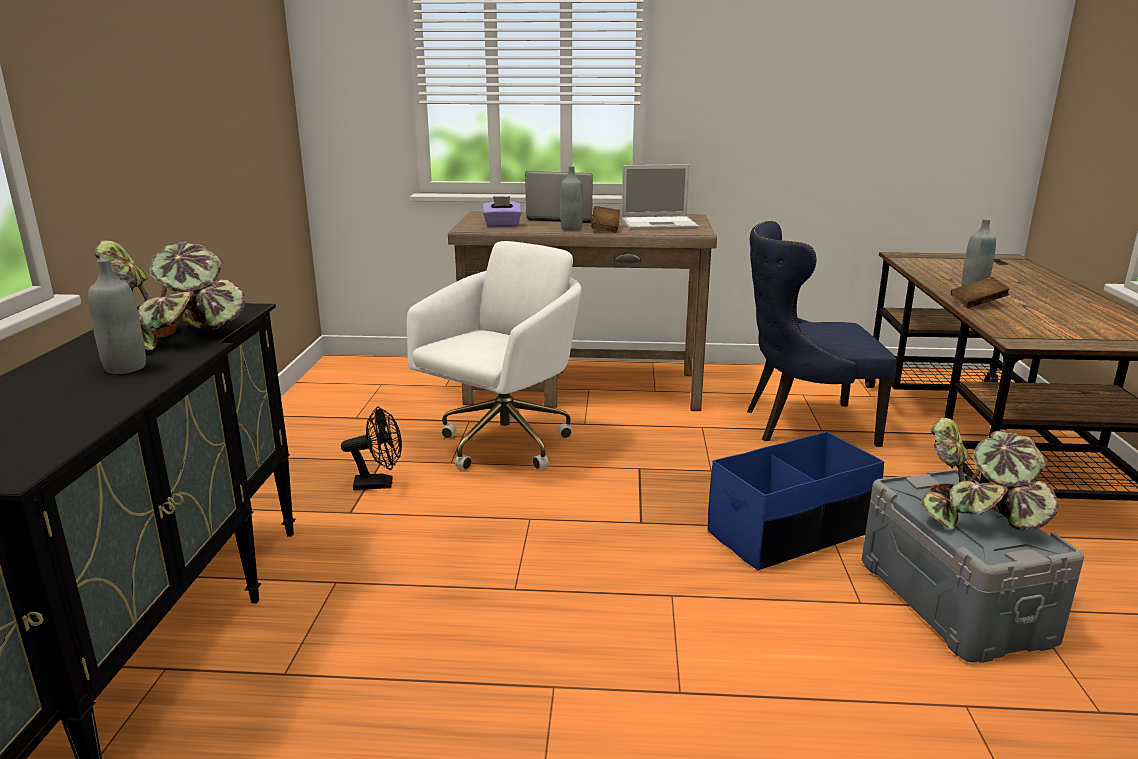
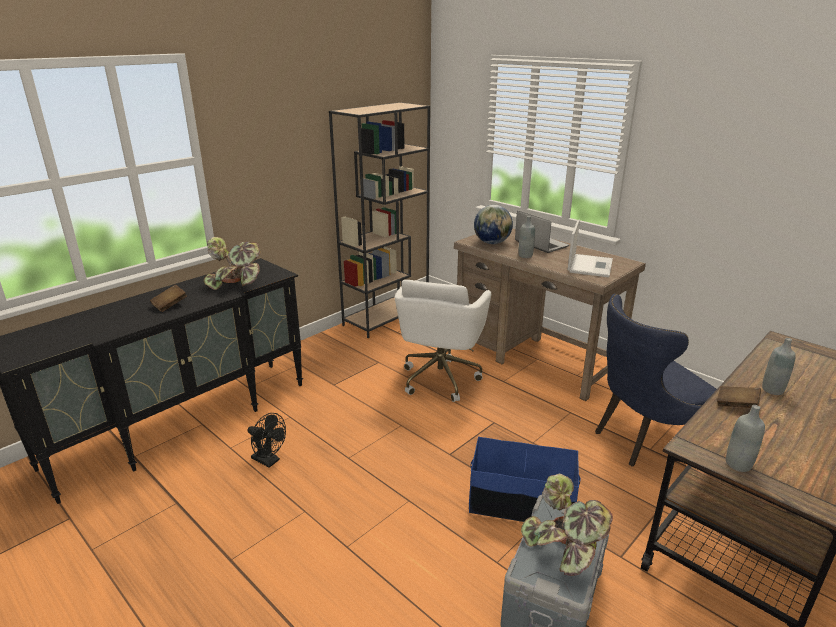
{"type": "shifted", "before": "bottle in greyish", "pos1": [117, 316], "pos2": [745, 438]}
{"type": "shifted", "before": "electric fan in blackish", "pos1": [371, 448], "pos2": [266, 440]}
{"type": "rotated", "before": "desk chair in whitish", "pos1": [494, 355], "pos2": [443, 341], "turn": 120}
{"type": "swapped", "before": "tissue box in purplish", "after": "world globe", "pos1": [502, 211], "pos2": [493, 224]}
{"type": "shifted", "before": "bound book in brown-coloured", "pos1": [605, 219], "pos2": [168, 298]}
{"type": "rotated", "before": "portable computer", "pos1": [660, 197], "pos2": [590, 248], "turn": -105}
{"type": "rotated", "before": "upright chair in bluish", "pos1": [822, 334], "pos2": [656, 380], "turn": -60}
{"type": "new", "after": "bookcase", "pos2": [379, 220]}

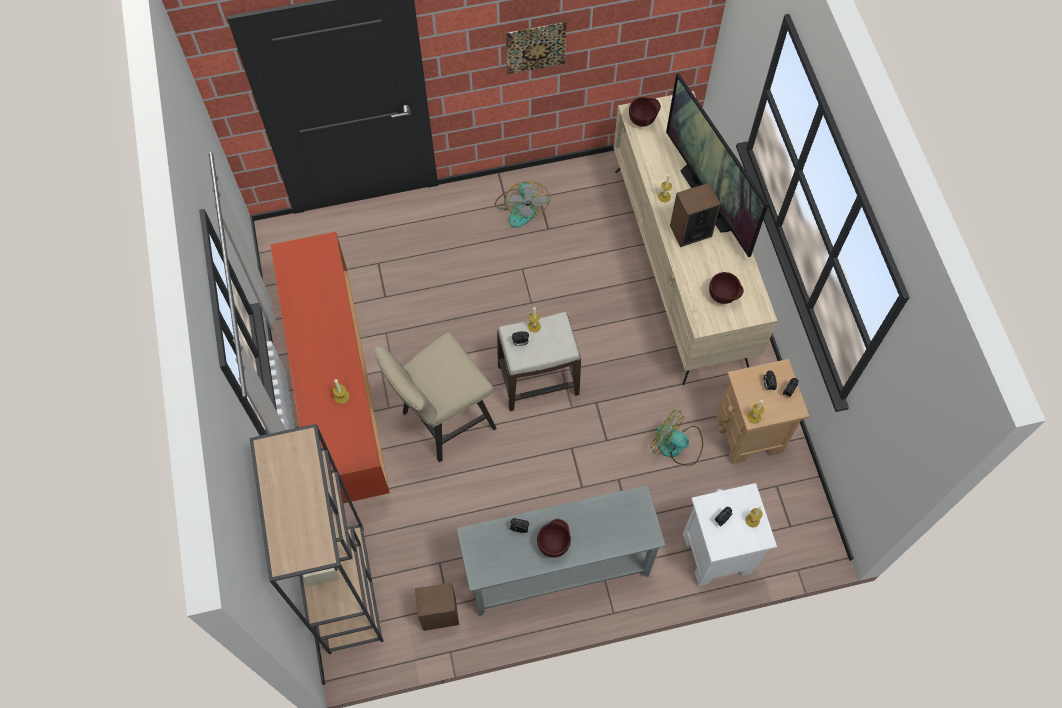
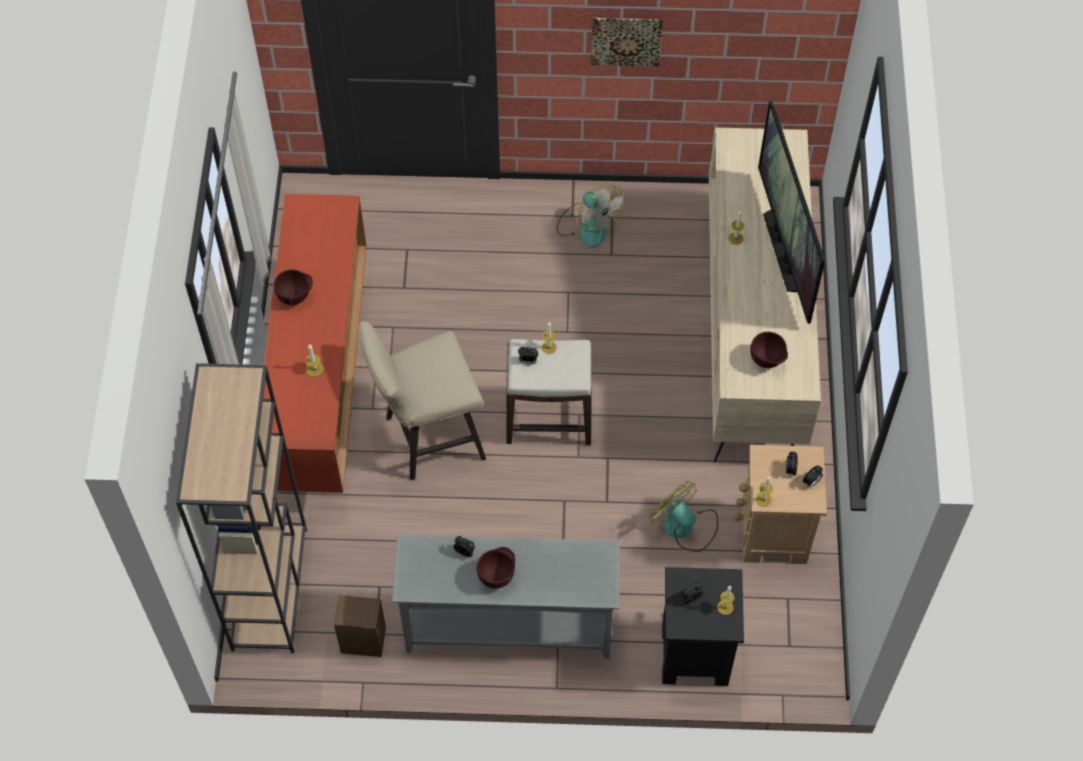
{"type": "rotated", "before": "electric fan", "pos1": [522, 204], "pos2": [590, 216], "turn": -45}
{"type": "shifted", "before": "bowl in brown-coloured", "pos1": [645, 112], "pos2": [293, 287]}
{"type": "gone", "before": "speaker", "pos1": [695, 214]}
{"type": "repainted", "before": "night table in whitish", "after": "night table in blackish", "pos1": [730, 534], "pos2": [703, 626]}

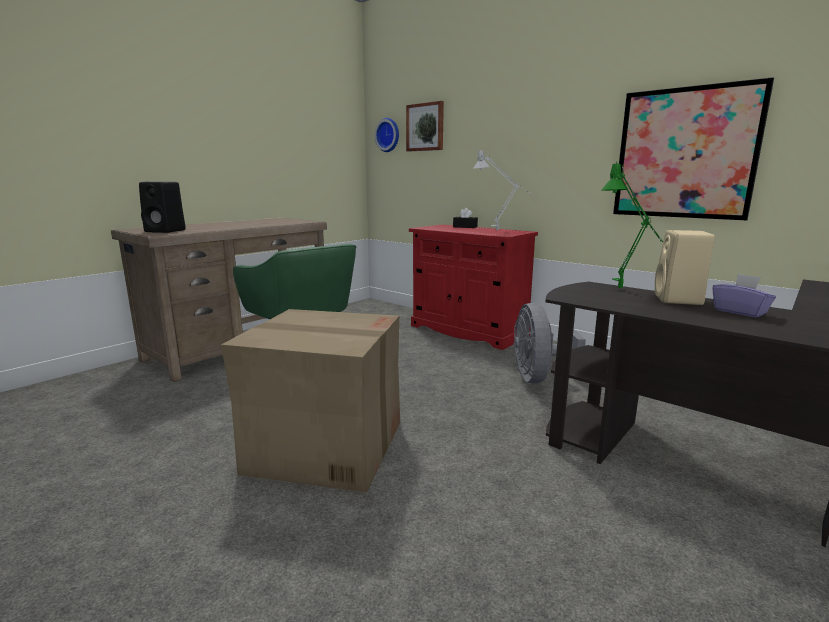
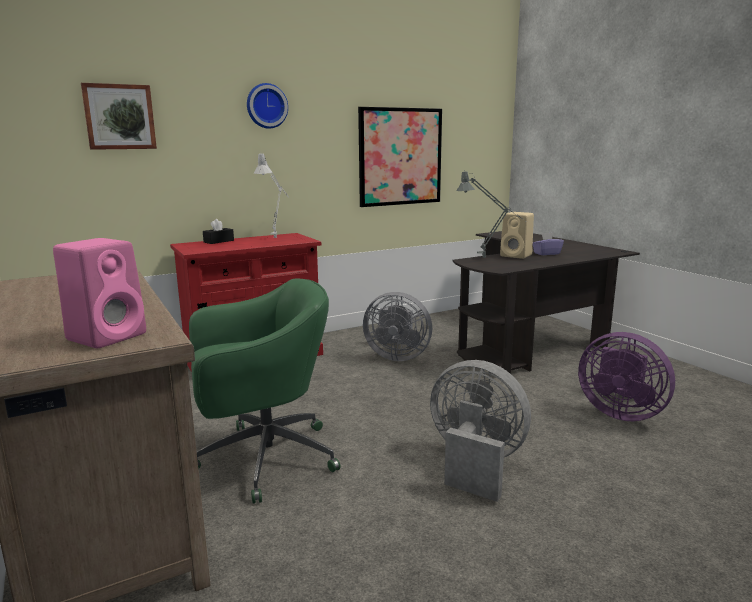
{"type": "repainted", "before": "speaker in blackish", "after": "speaker in pinkish", "pos1": [162, 207], "pos2": [99, 293]}
{"type": "swapped", "before": "carton", "after": "electric fan in greyish", "pos1": [310, 400], "pos2": [480, 431]}
{"type": "shifted", "before": "hanging clock", "pos1": [386, 135], "pos2": [267, 106]}
{"type": "repainted", "before": "tabletop lamp in green-coloured", "after": "tabletop lamp in greyish", "pos1": [632, 225], "pos2": [491, 214]}
{"type": "new", "after": "electric fan in purplish", "pos2": [626, 376]}

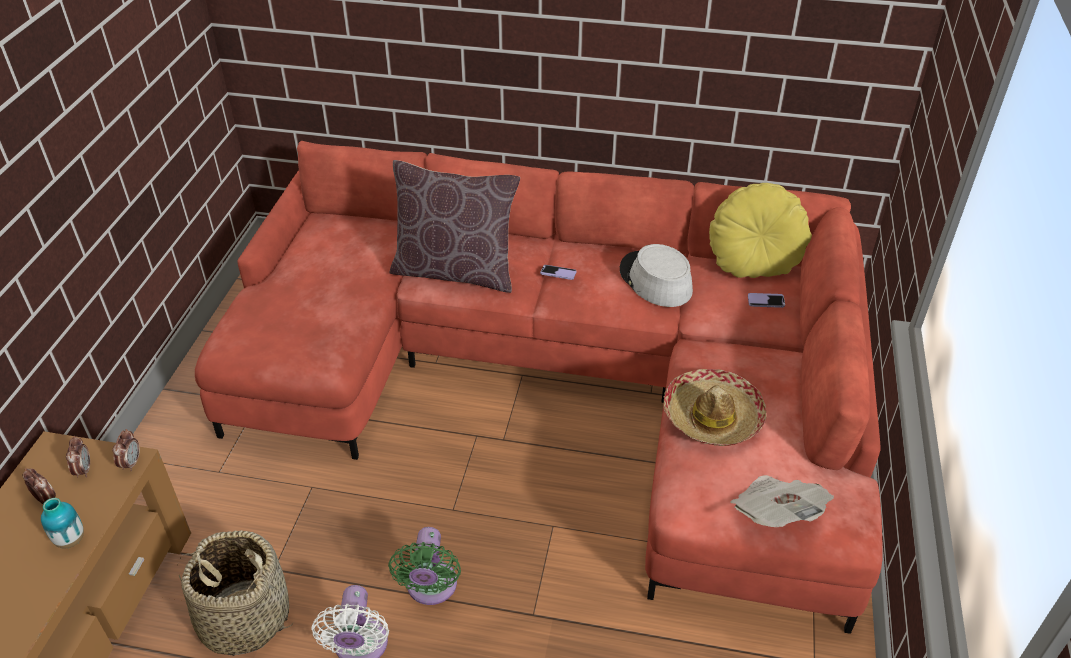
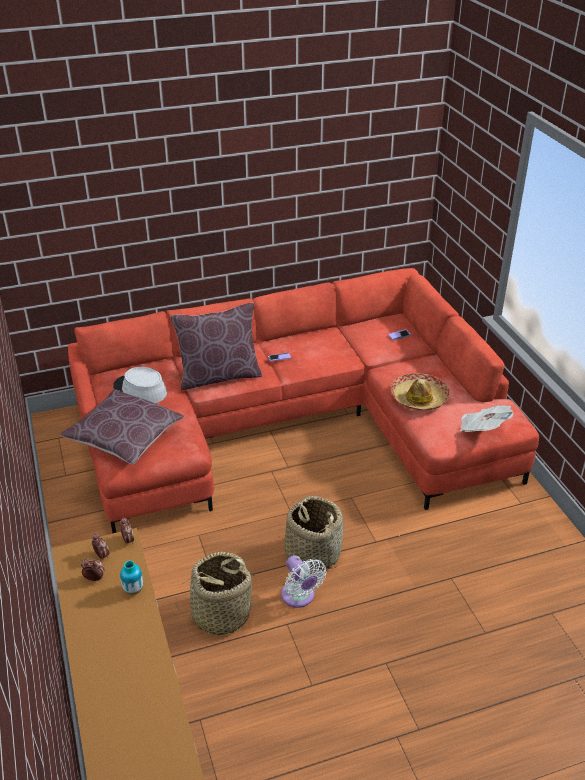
{"type": "swapped", "before": "electric fan in green-coloured", "after": "storage basket", "pos1": [424, 566], "pos2": [313, 534]}
{"type": "shifted", "before": "wearable hat in greyish", "pos1": [656, 275], "pos2": [140, 385]}
{"type": "gone", "before": "cushion in yellow-coloured", "pos1": [760, 230]}
{"type": "new", "after": "cushion in brown-coloured", "pos2": [123, 426]}

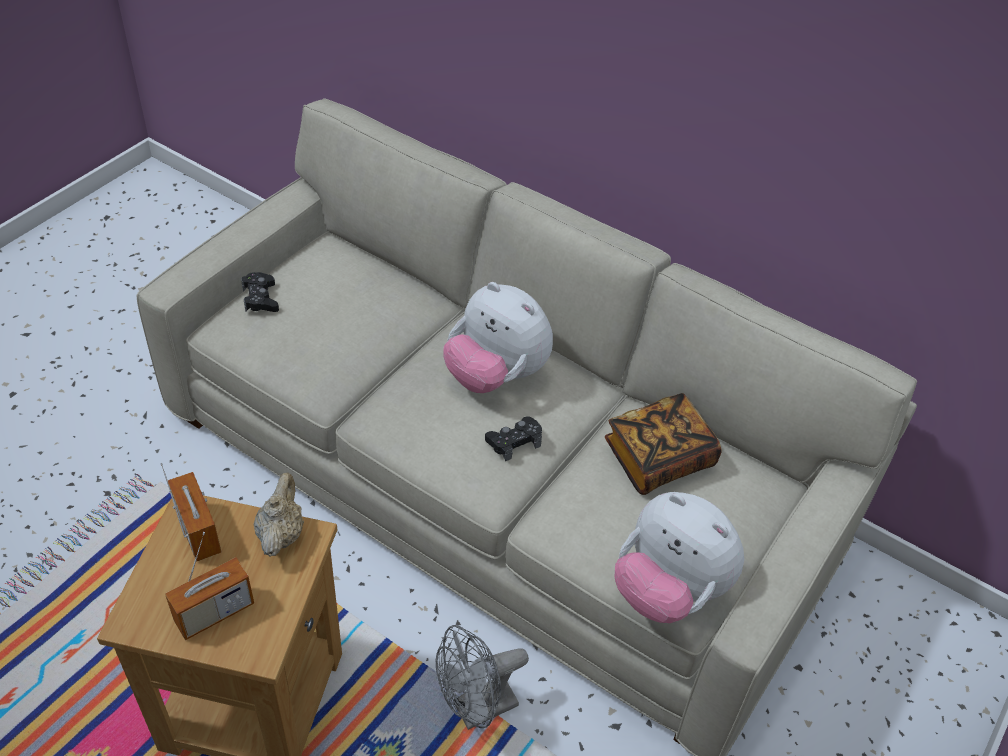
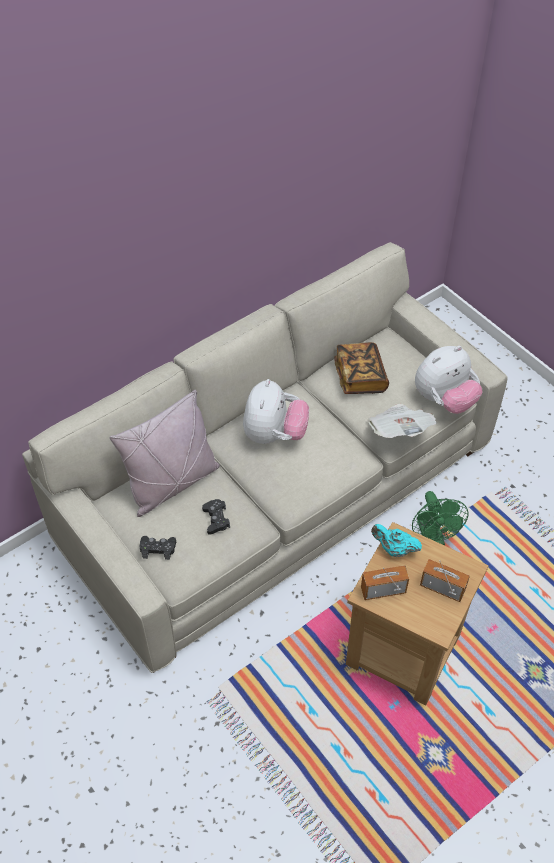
{"type": "rotated", "before": "radio set", "pos1": [209, 586], "pos2": [445, 580], "turn": -45}
{"type": "repainted", "before": "tea pot in sand-coloured", "after": "tea pot in turquoise-coloured", "pos1": [279, 515], "pos2": [396, 540]}
{"type": "repainted", "before": "electric fan in greyish", "after": "electric fan in green-coloured", "pos1": [482, 677], "pos2": [440, 518]}
{"type": "rotated", "before": "plush toy", "pos1": [498, 337], "pos2": [276, 411], "turn": -45}
{"type": "shifted", "before": "joypad in blackish", "pos1": [513, 438], "pos2": [216, 516]}
{"type": "new", "after": "cushion in purplish", "pos2": [165, 453]}
{"type": "new", "after": "daily paper", "pos2": [402, 421]}

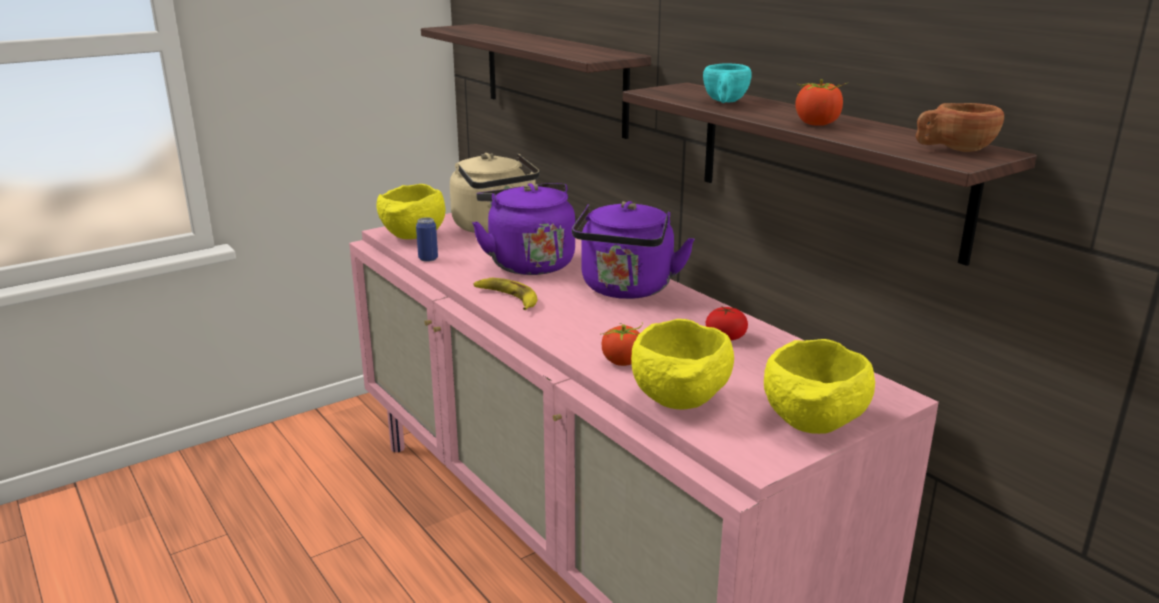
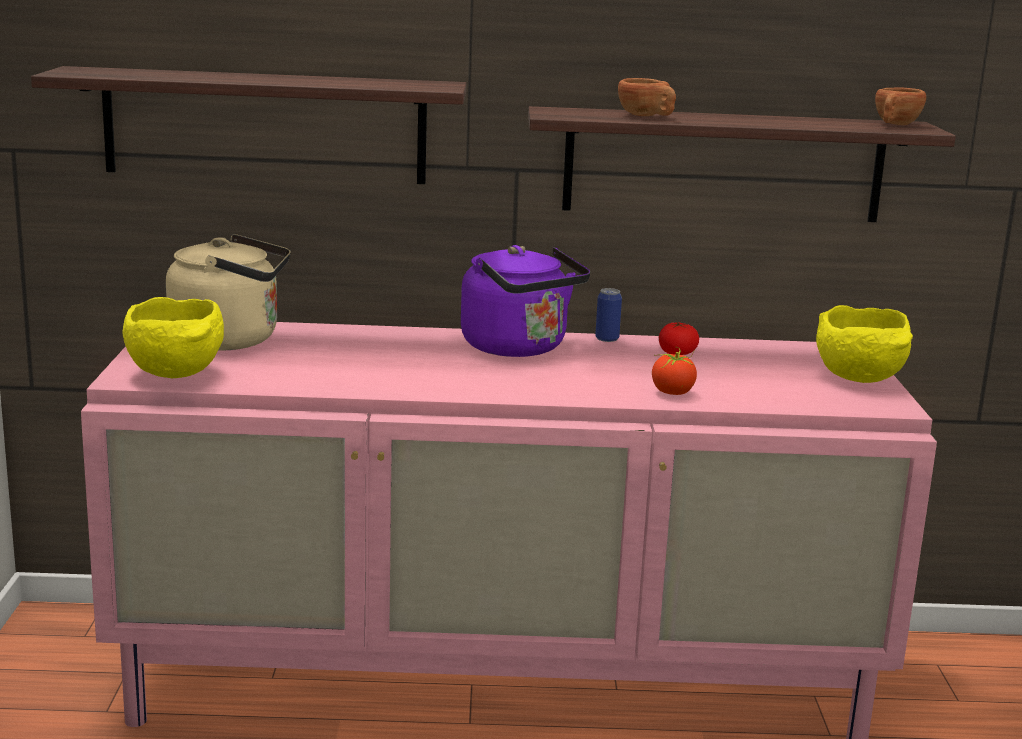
{"type": "shifted", "before": "metal can", "pos1": [427, 239], "pos2": [608, 315]}
{"type": "gone", "before": "tea kettle in purplish", "pos1": [523, 229]}
{"type": "gone", "before": "whole banana", "pos1": [505, 294]}
{"type": "gone", "before": "bowl in yellow-coloured", "pos1": [682, 364]}
{"type": "repainted", "before": "drinking cup in turquoise-coloured", "after": "drinking cup in brown-coloured", "pos1": [727, 83], "pos2": [647, 97]}
{"type": "gone", "before": "tomato", "pos1": [821, 102]}

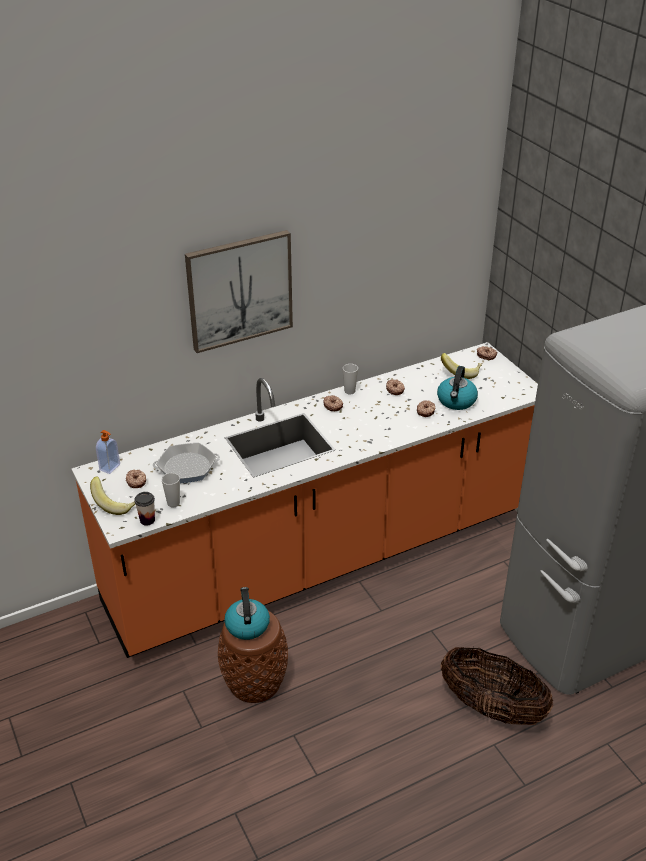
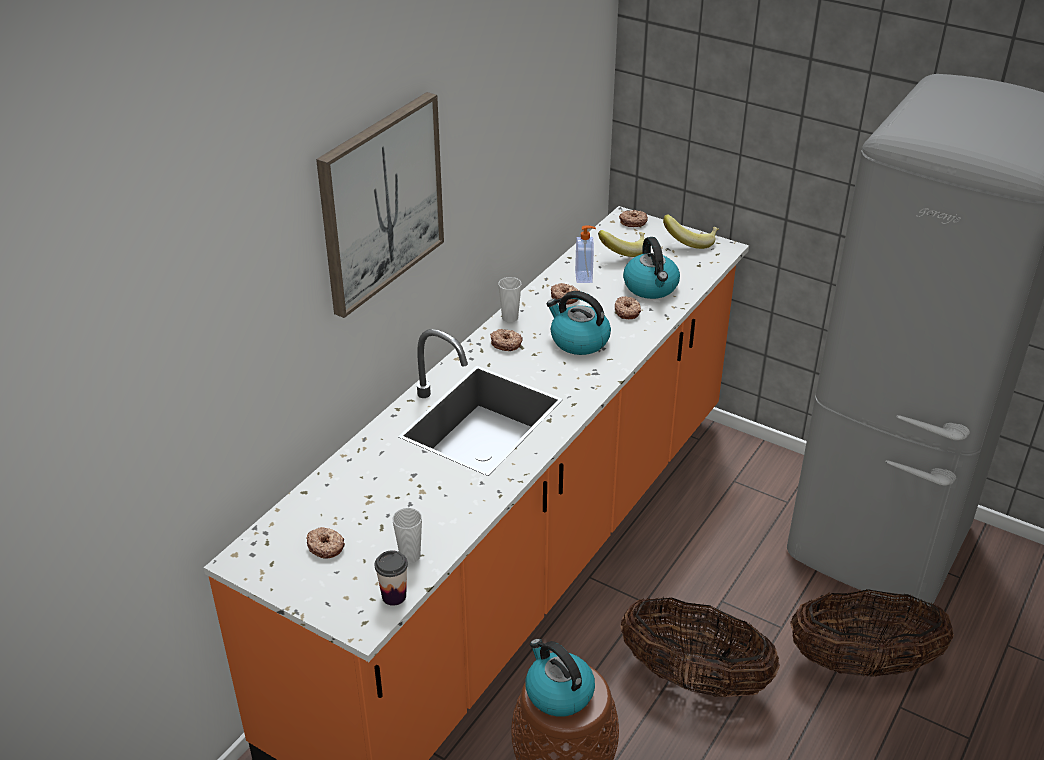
{"type": "shifted", "before": "whole banana", "pos1": [112, 496], "pos2": [691, 231]}
{"type": "shifted", "before": "soap bottle", "pos1": [108, 452], "pos2": [585, 254]}
{"type": "gone", "before": "skillet", "pos1": [186, 463]}
{"type": "new", "after": "tea kettle", "pos2": [578, 323]}
{"type": "new", "after": "storage basket", "pos2": [700, 647]}

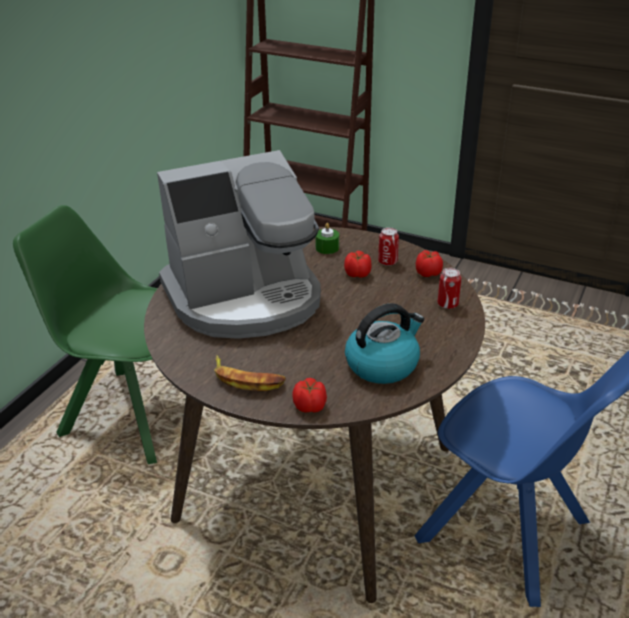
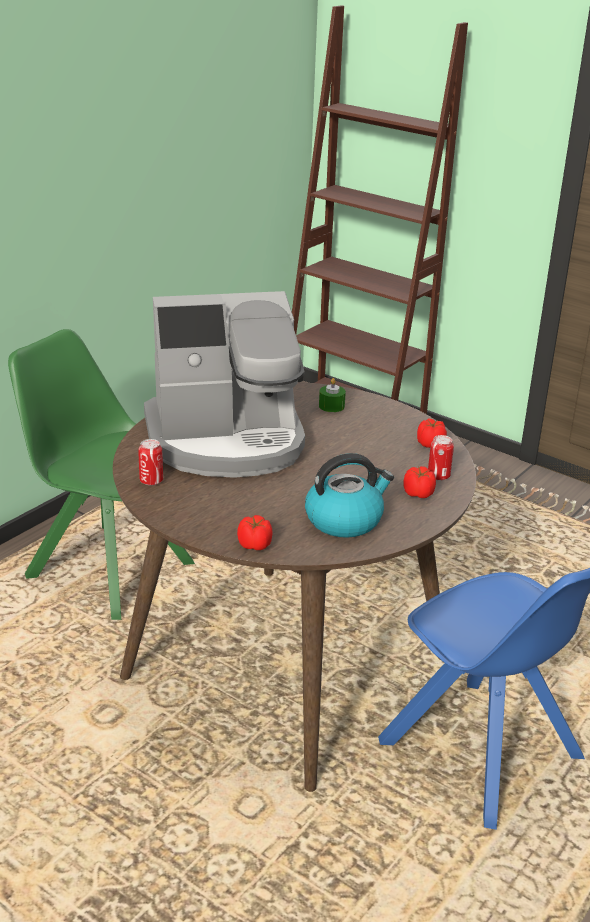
{"type": "gone", "before": "whole banana", "pos1": [250, 373]}
{"type": "shifted", "before": "tomato", "pos1": [358, 264], "pos2": [419, 482]}
{"type": "shifted", "before": "metal can", "pos1": [388, 246], "pos2": [150, 462]}

